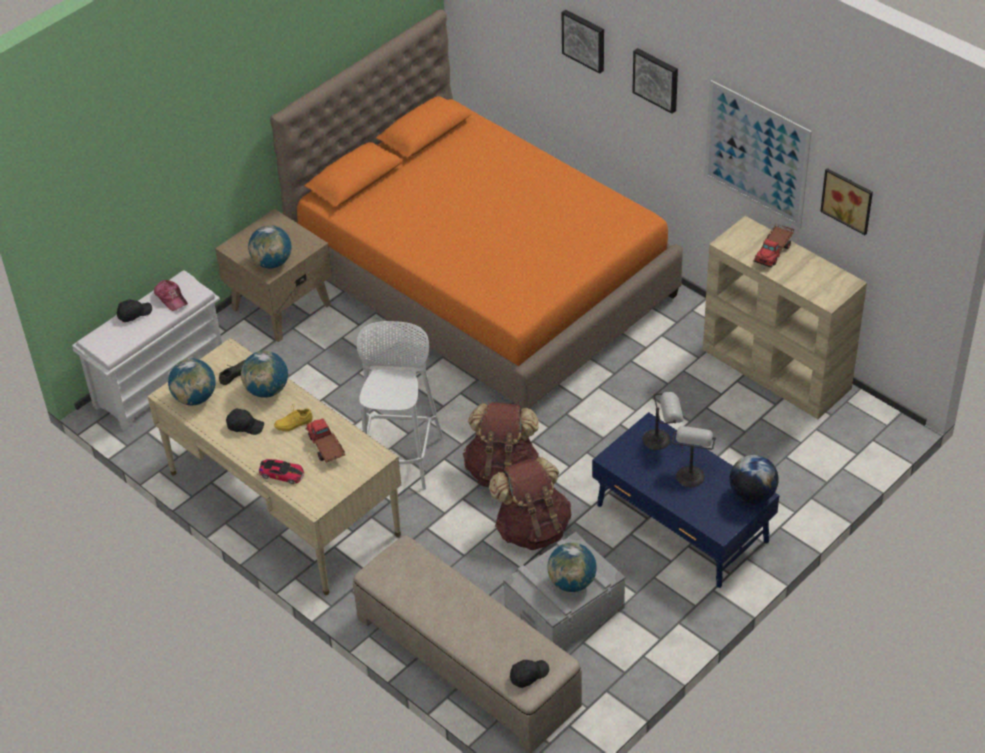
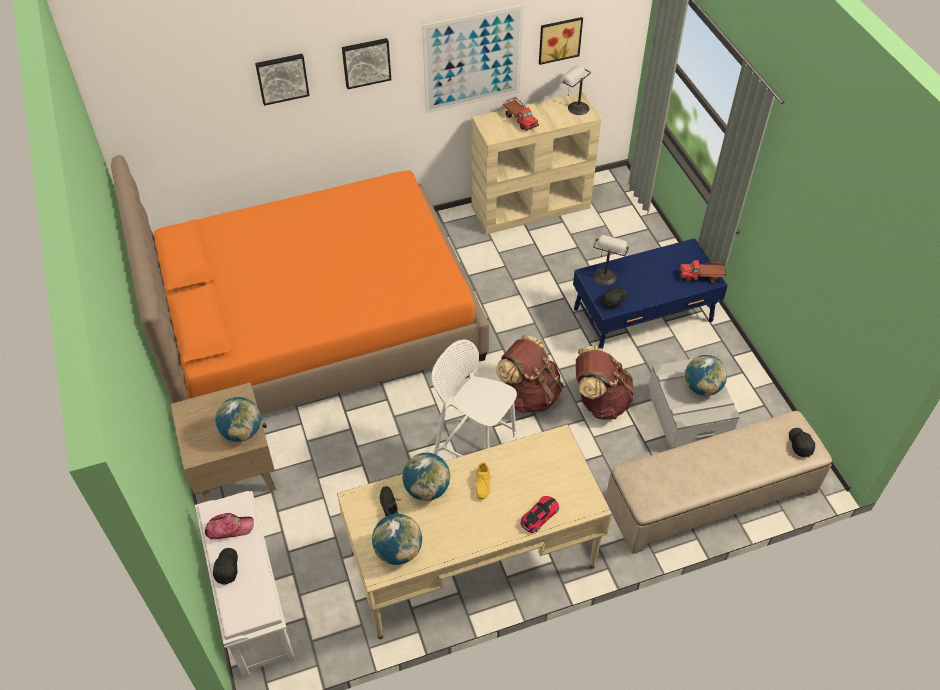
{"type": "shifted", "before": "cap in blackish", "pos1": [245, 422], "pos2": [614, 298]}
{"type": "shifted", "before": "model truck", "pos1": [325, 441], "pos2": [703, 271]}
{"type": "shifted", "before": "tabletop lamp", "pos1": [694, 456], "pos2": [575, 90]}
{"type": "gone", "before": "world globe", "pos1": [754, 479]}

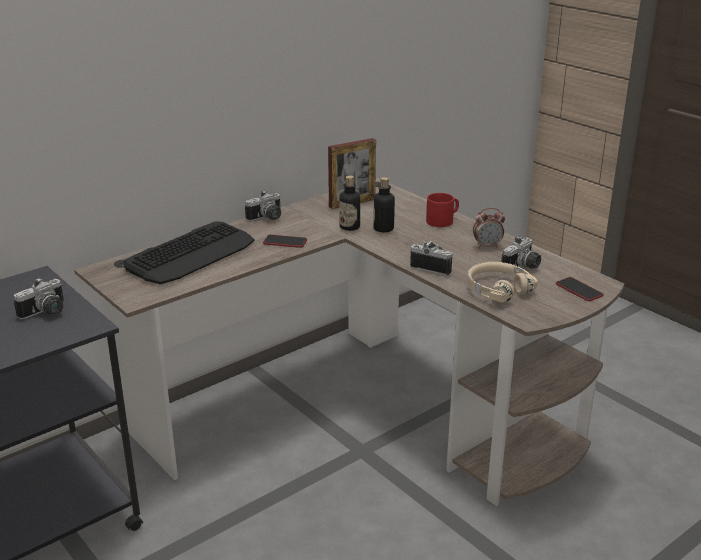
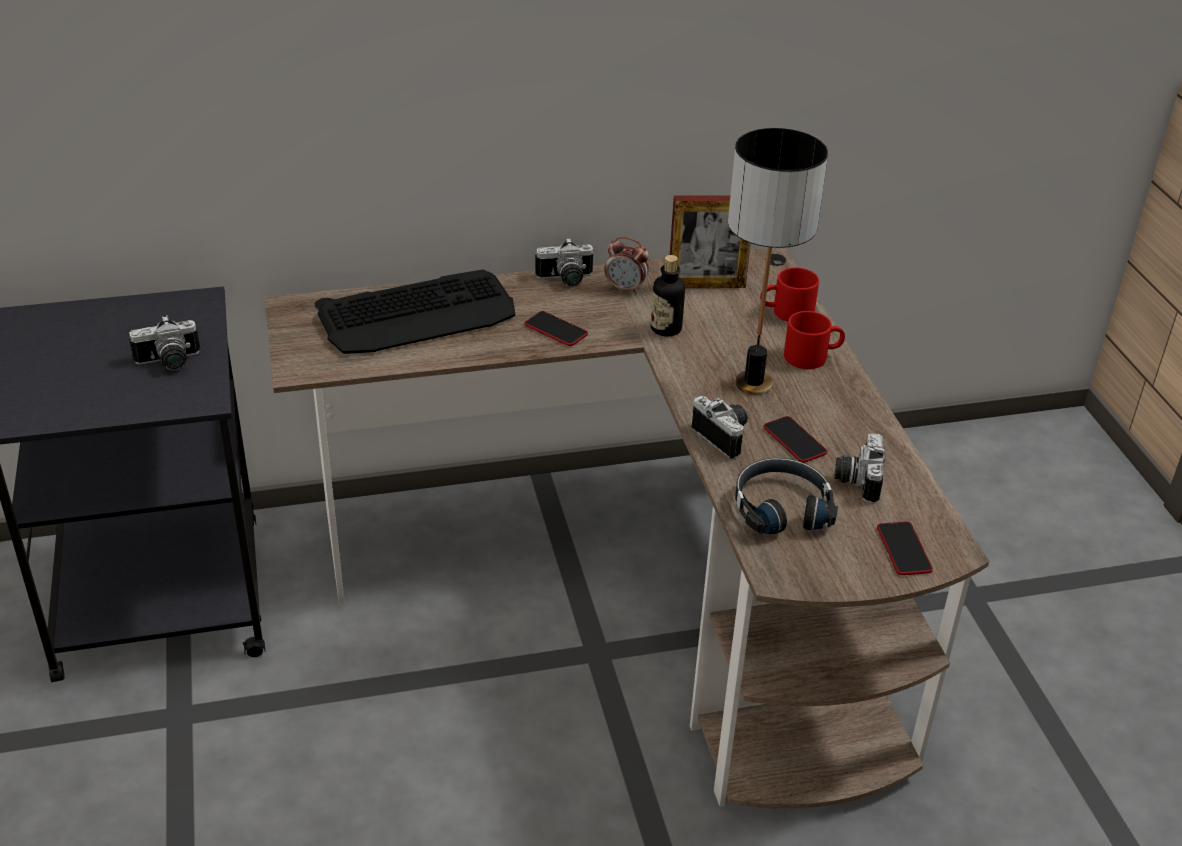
{"type": "gone", "before": "bottle", "pos1": [384, 204]}
{"type": "repainted", "before": "pair of headphones in sand-coloured", "after": "pair of headphones in blackish", "pos1": [502, 282], "pos2": [786, 496]}
{"type": "shifted", "before": "bedside clock", "pos1": [489, 228], "pos2": [626, 265]}
{"type": "rotated", "before": "still camera", "pos1": [521, 252], "pos2": [859, 468], "turn": 120}
{"type": "new", "after": "tabletop lamp", "pos2": [778, 261]}
{"type": "new", "after": "tea mug in reddish", "pos2": [789, 294]}
{"type": "new", "after": "phone", "pos2": [795, 439]}

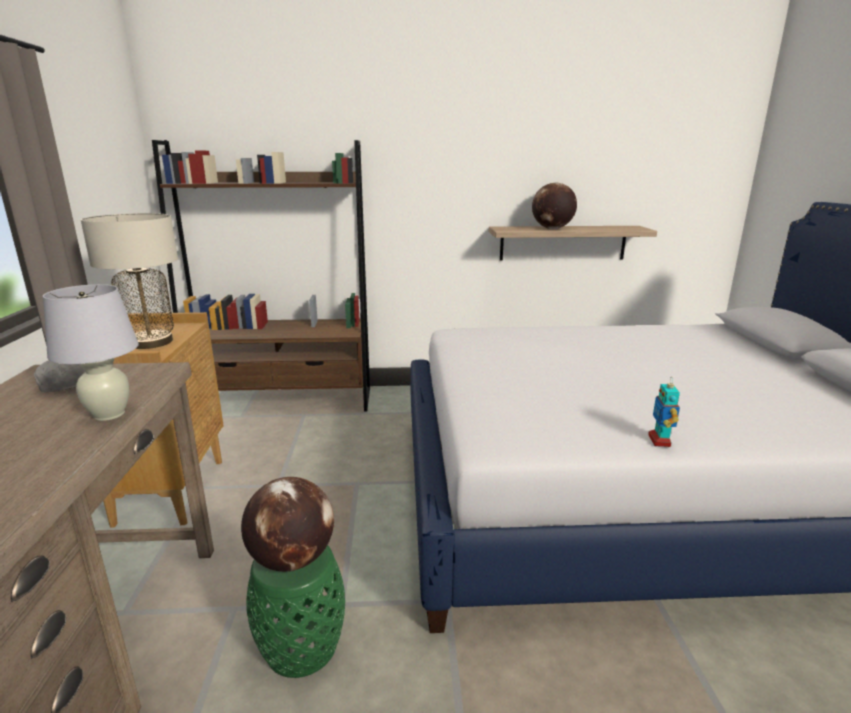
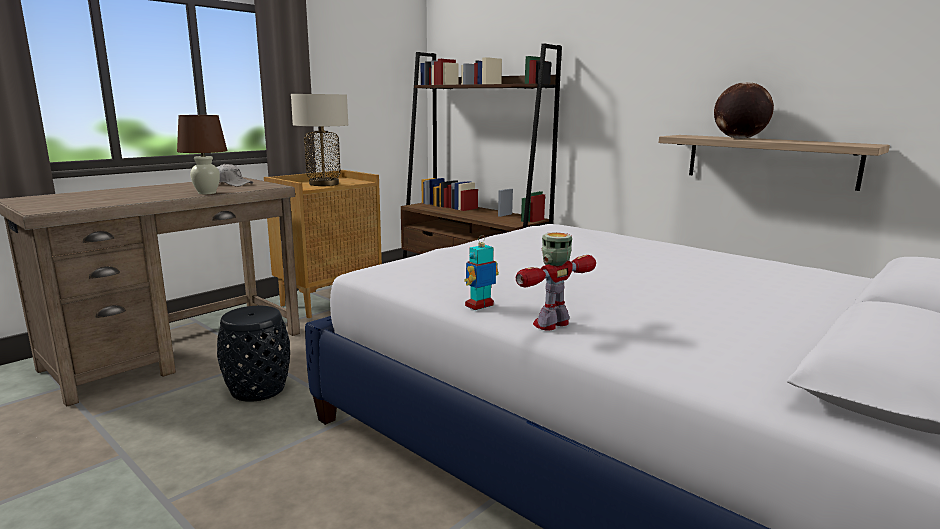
{"type": "repainted", "before": "tabletop lamp in whitish", "after": "tabletop lamp in brown-coloured", "pos1": [91, 352], "pos2": [202, 154]}
{"type": "gone", "before": "world globe", "pos1": [287, 524]}
{"type": "repainted", "before": "sitting stool in green-coloured", "after": "sitting stool in blackish", "pos1": [296, 611], "pos2": [253, 354]}
{"type": "new", "after": "toy robot", "pos2": [556, 281]}

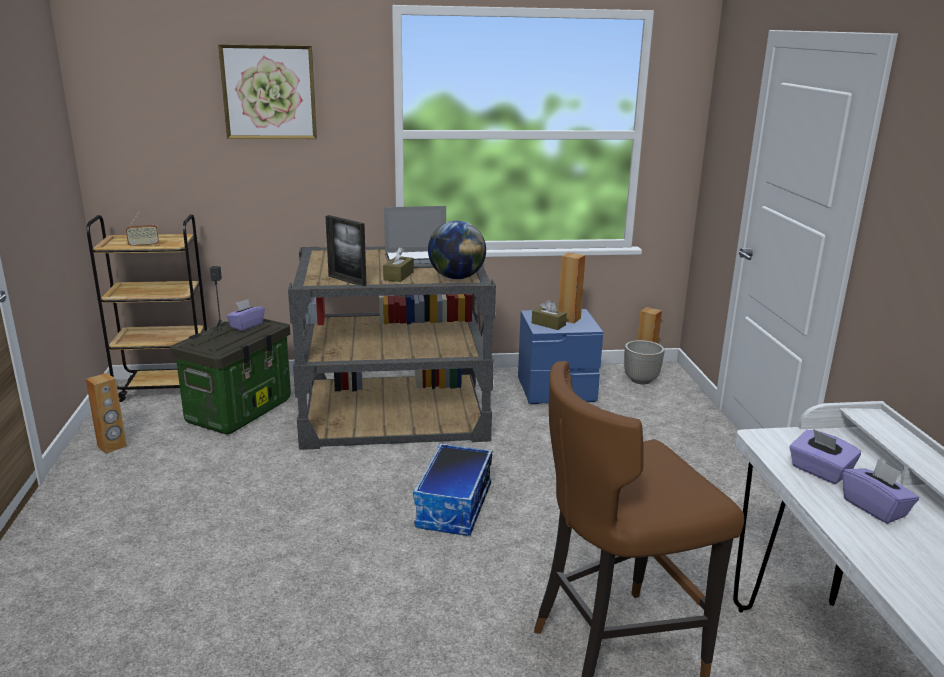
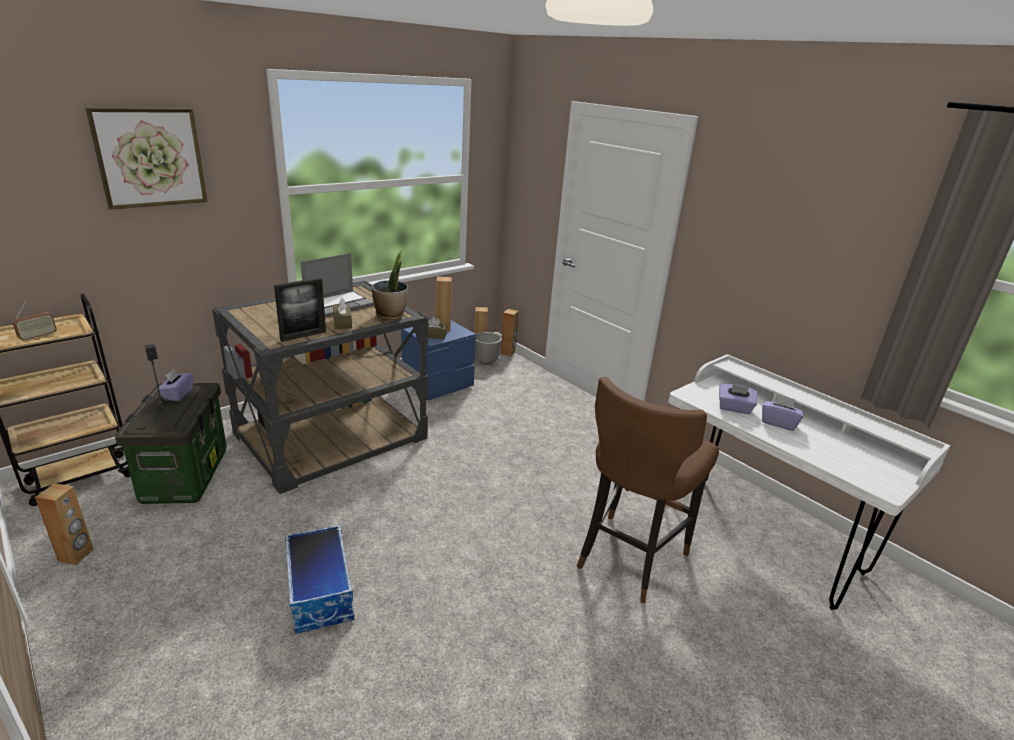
{"type": "rotated", "before": "photo frame", "pos1": [346, 250], "pos2": [300, 310], "turn": -45}
{"type": "shifted", "before": "storage bin", "pos1": [452, 489], "pos2": [319, 579]}
{"type": "swapped", "before": "world globe", "after": "plant in a pot", "pos1": [457, 250], "pos2": [390, 285]}
{"type": "new", "after": "speaker in brown-coloured", "pos2": [510, 332]}

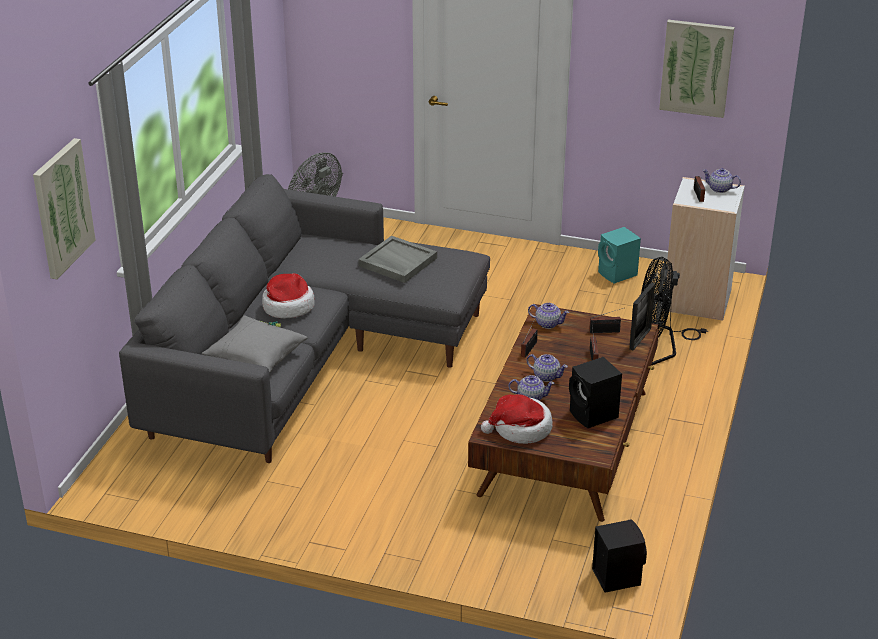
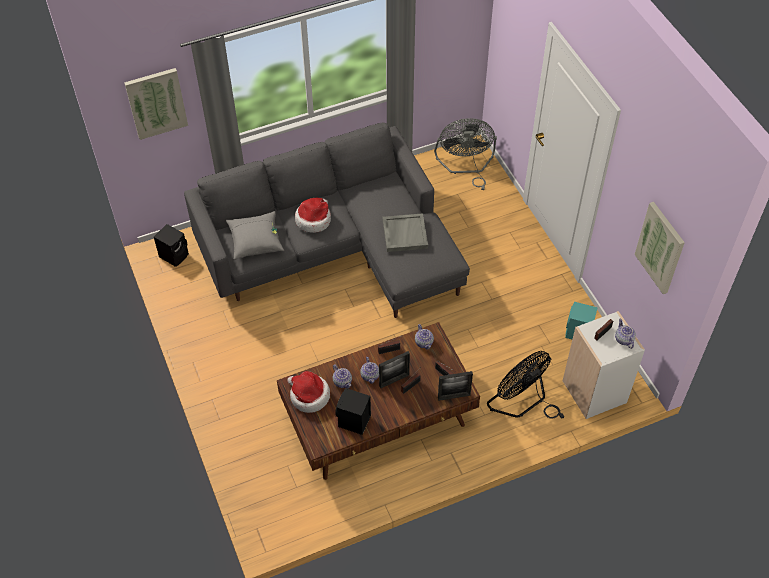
{"type": "shifted", "before": "speaker in blackish", "pos1": [619, 556], "pos2": [171, 245]}
{"type": "new", "after": "photo frame", "pos2": [394, 369]}

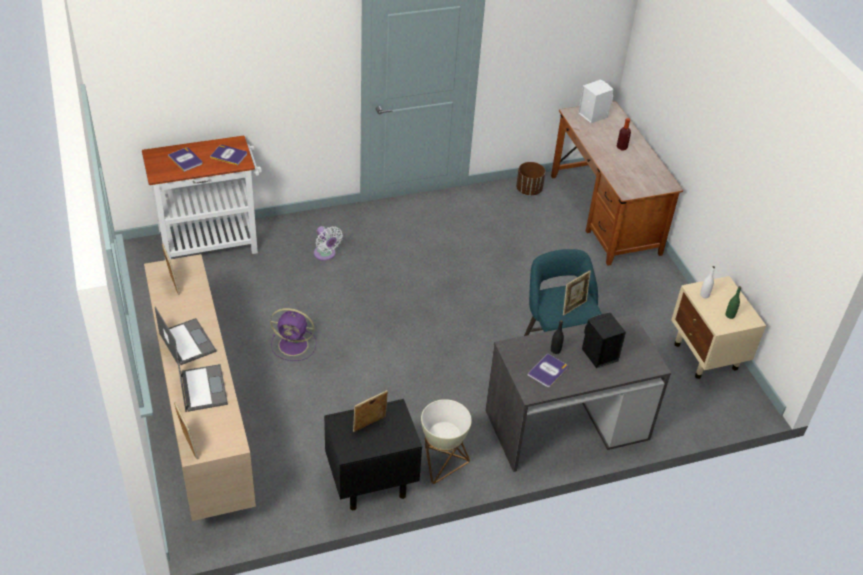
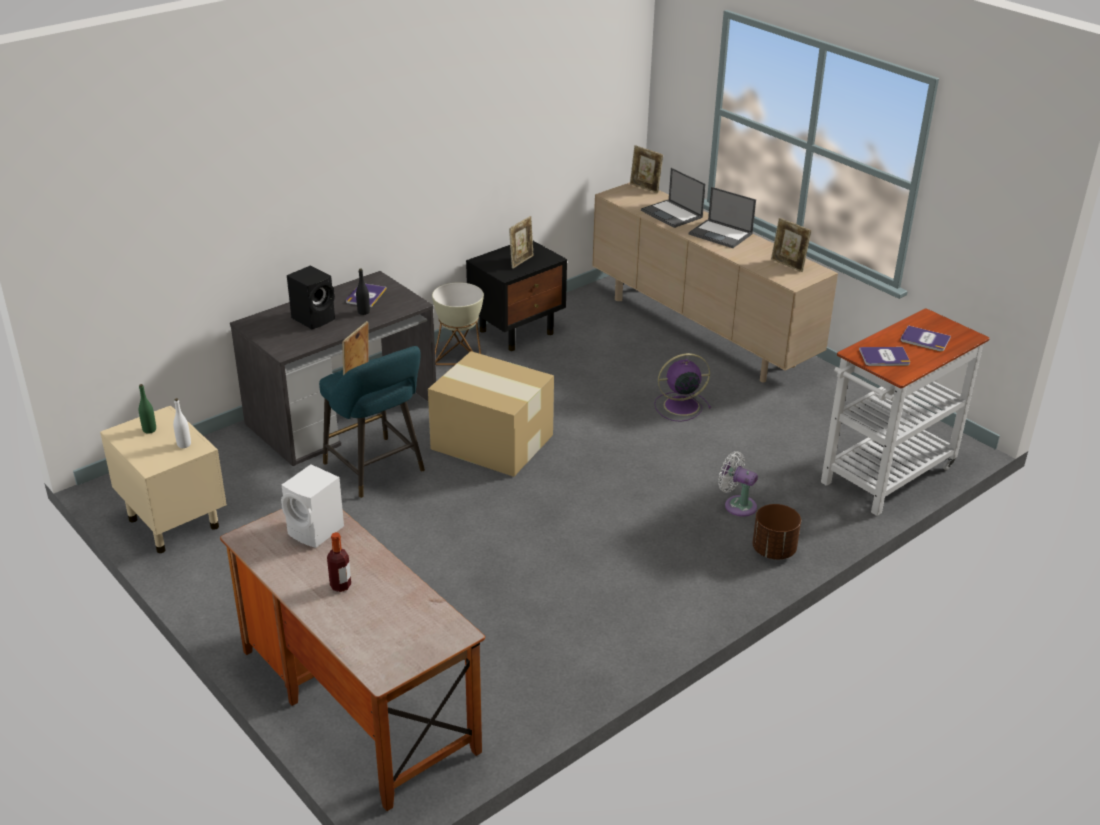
{"type": "shifted", "before": "plant pot in brown-coloured", "pos1": [531, 178], "pos2": [776, 532]}
{"type": "shifted", "before": "speaker in whitish", "pos1": [596, 101], "pos2": [312, 506]}
{"type": "new", "after": "carton", "pos2": [491, 414]}

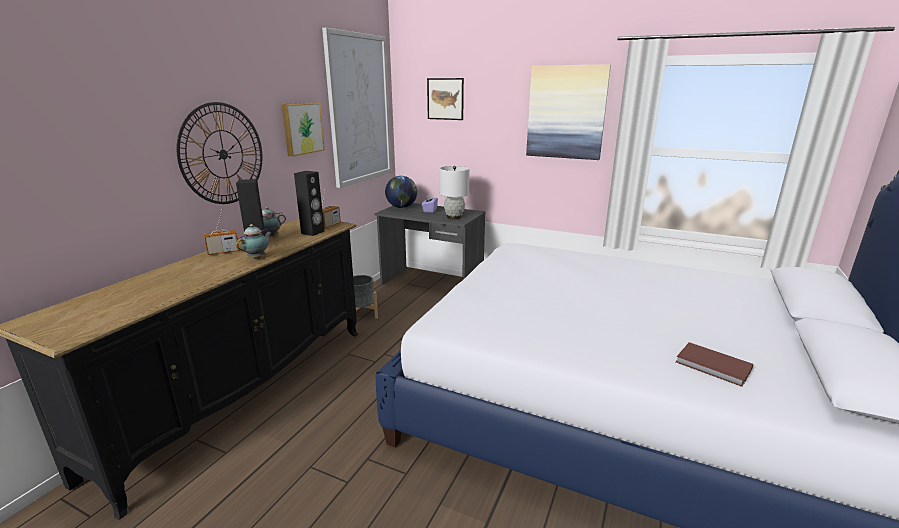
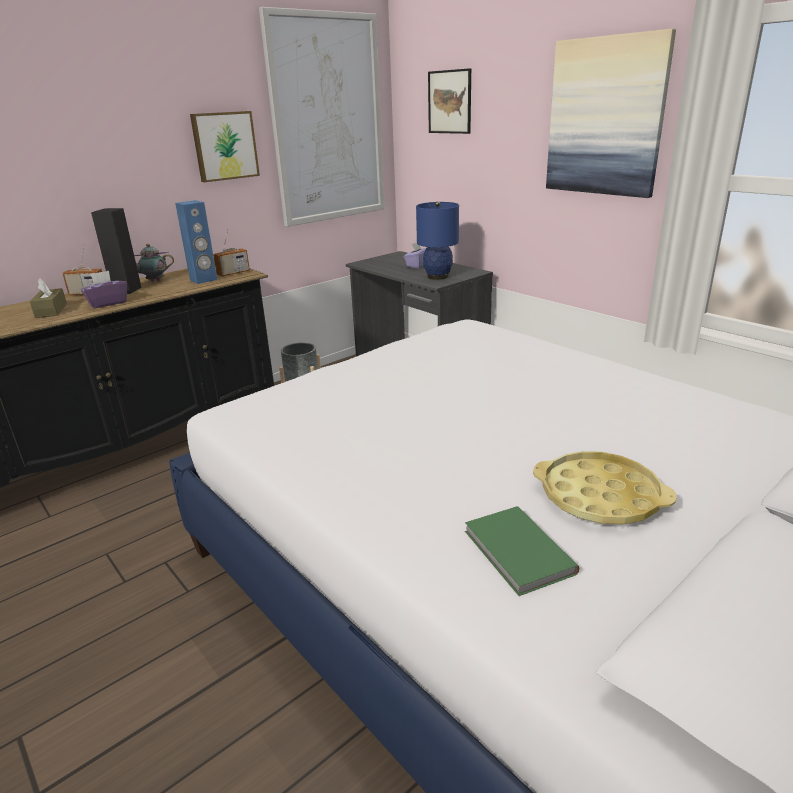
{"type": "gone", "before": "hanging clock", "pos1": [220, 153]}
{"type": "swapped", "before": "tea pot", "after": "tissue box in purplish", "pos1": [254, 241], "pos2": [104, 289]}
{"type": "repainted", "before": "speaker in blackish", "after": "speaker in bluish", "pos1": [309, 203], "pos2": [196, 242]}
{"type": "gone", "before": "world globe", "pos1": [401, 192]}
{"type": "repainted", "before": "tabletop lamp in whitish", "after": "tabletop lamp in bluish", "pos1": [455, 192], "pos2": [437, 240]}
{"type": "repainted", "before": "bound book in brown-coloured", "after": "bound book in green-coloured", "pos1": [715, 364], "pos2": [522, 551]}
{"type": "new", "after": "tissue box in brown-coloured", "pos2": [48, 298]}
{"type": "new", "after": "serving tray in yellow-coloured", "pos2": [605, 488]}

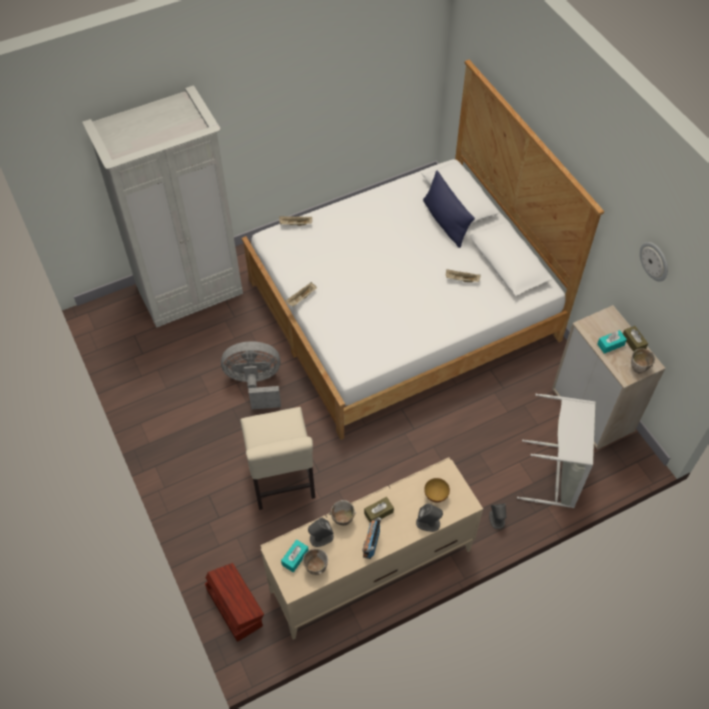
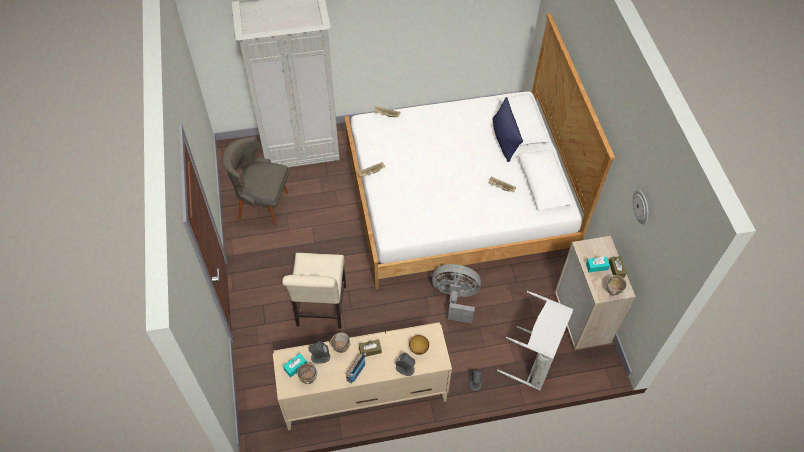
{"type": "gone", "before": "storage bin in brown-coloured", "pos1": [234, 602]}
{"type": "shifted", "before": "electric fan in greyish", "pos1": [251, 375], "pos2": [456, 293]}
{"type": "new", "after": "upright chair in greyish", "pos2": [256, 181]}

